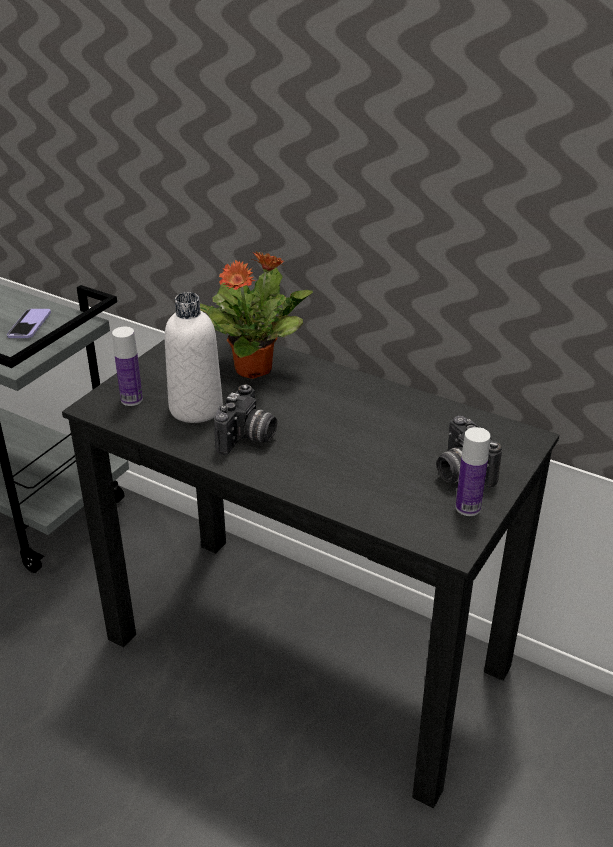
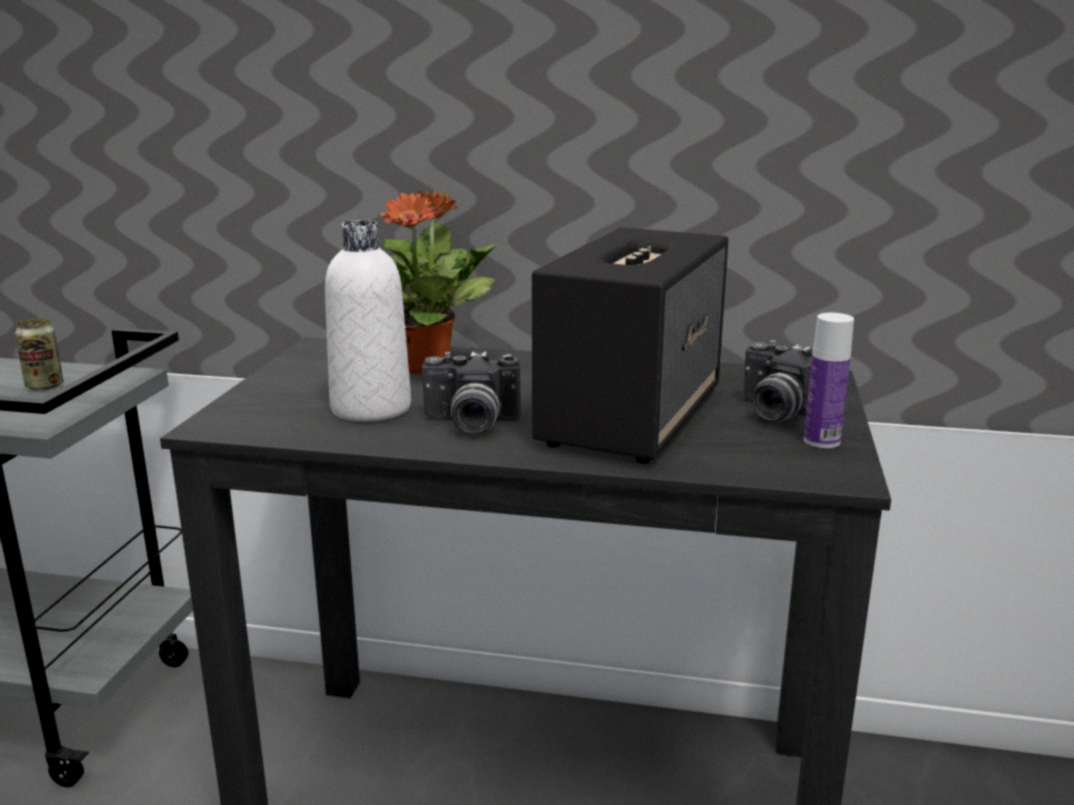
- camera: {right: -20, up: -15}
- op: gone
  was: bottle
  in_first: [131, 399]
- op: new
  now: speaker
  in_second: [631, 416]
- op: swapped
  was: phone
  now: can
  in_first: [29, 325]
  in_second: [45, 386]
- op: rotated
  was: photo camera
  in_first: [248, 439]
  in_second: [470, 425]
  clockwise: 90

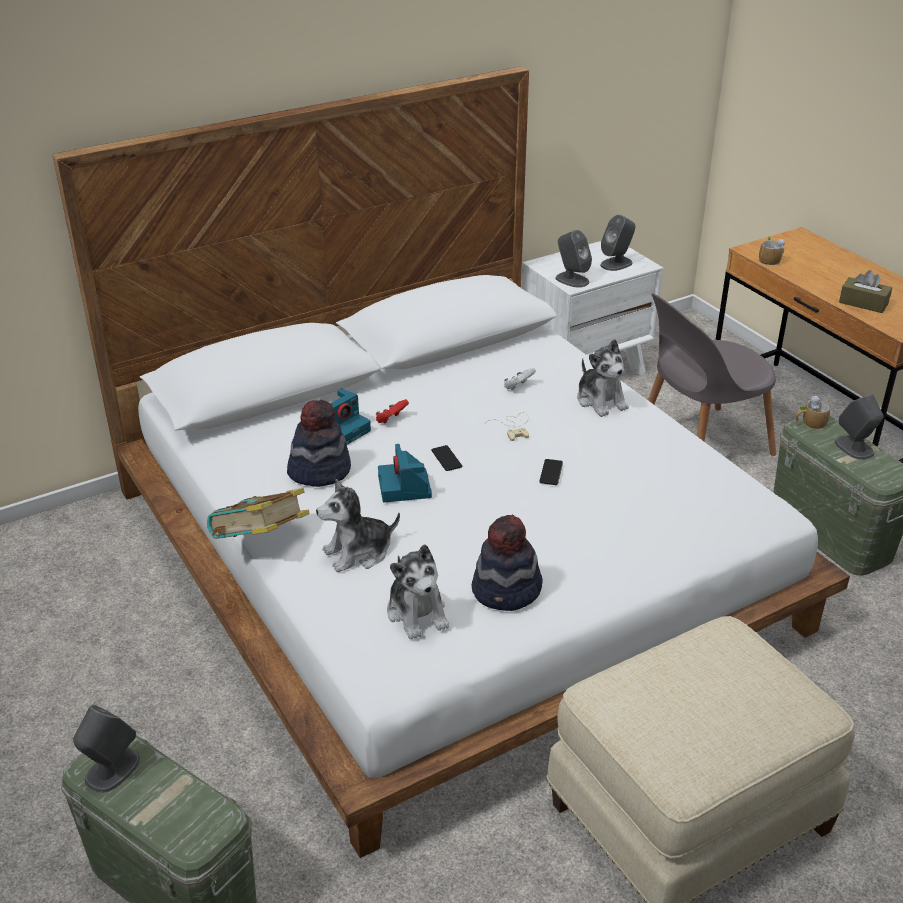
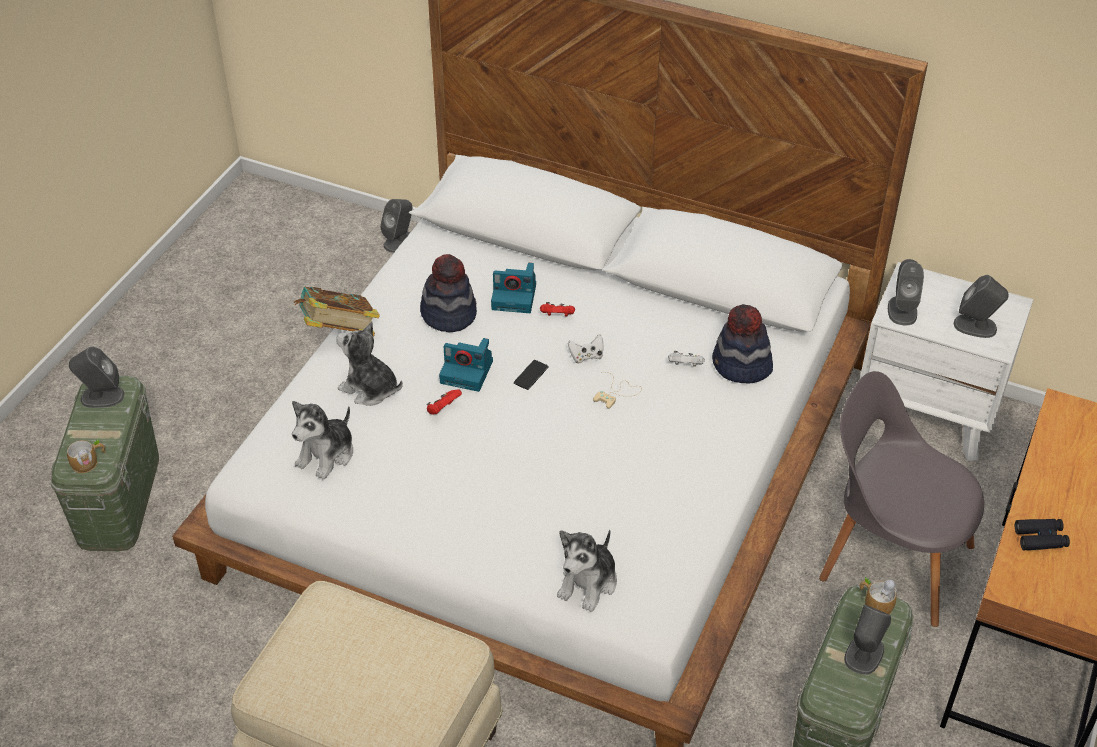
- camera: {right: 55, up: 10}
- op: gone
  was: phone
  in_first: [551, 472]
- op: new
  now: speaker (grey)
  in_second: [399, 241]
- op: new
  now: game controller (red)
  in_second: [443, 409]
- op: new
  now: game controller (white)
  in_second: [586, 356]
- op: shifted
  was: hat
  in_first: [507, 591]
  in_second: [741, 366]
- op: shifted
  was: plush toy
  in_first: [601, 401]
  in_second: [588, 583]
- op: shifted
  was: mug
  in_first: [769, 259]
  in_second: [89, 462]
- op: swapped
  was: tissue box (brown)
  now: binoculars (black)
  in_first: [863, 303]
  in_second: [1040, 538]
- op: rotated
  was: photo camera
  in_first: [405, 488]
  in_second: [468, 371]
  clockwise: -120

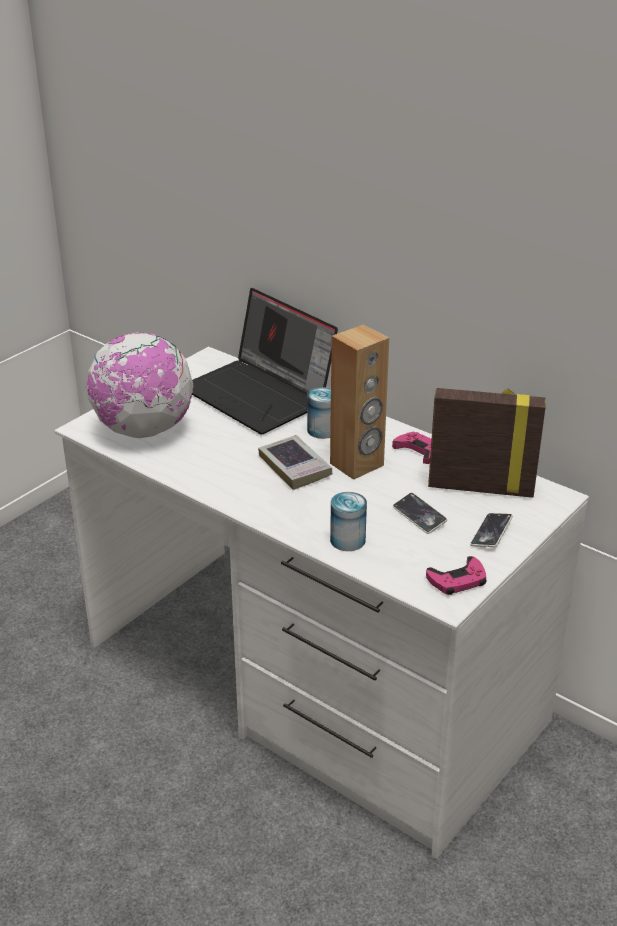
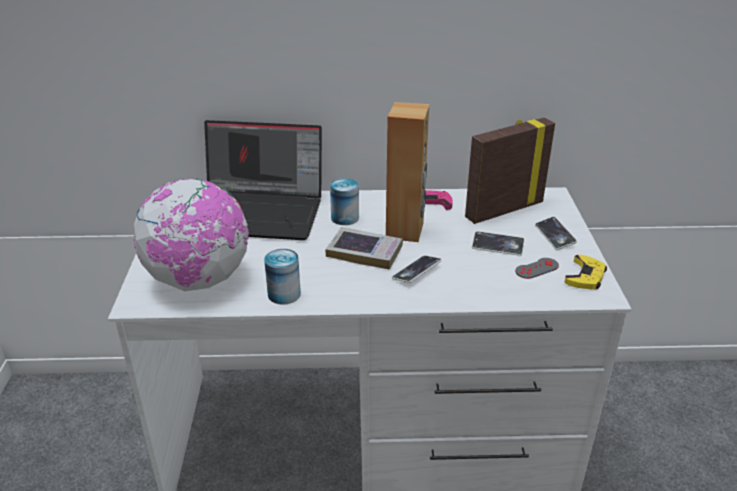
- camera: {right: -40, up: 0}
- op: new
  now: phone
  in_second: [416, 272]
- op: new
  now: game controller (grey)
  in_second: [537, 268]
- op: shifted
  was: can
  in_first: [347, 540]
  in_second: [284, 294]
- op: repainted
  was: game controller (pink)
  now: game controller (yellow)
  in_first: [457, 580]
  in_second: [585, 277]

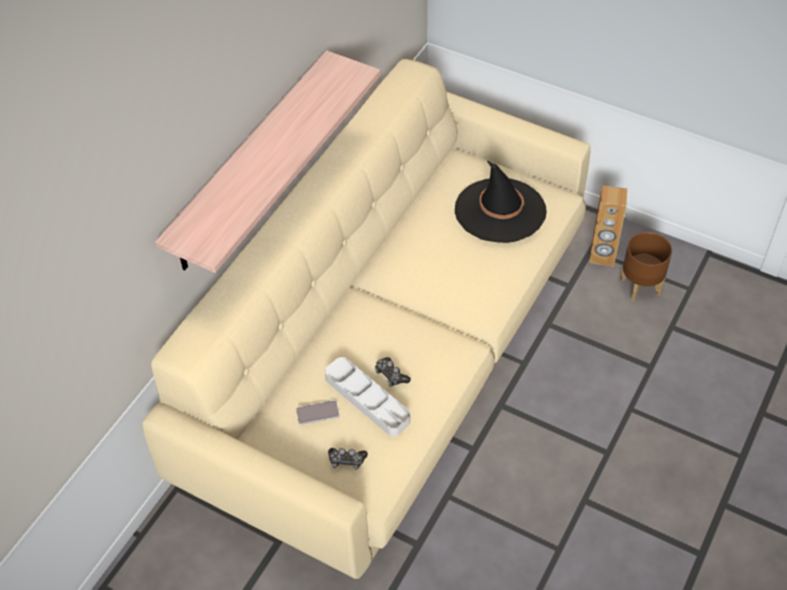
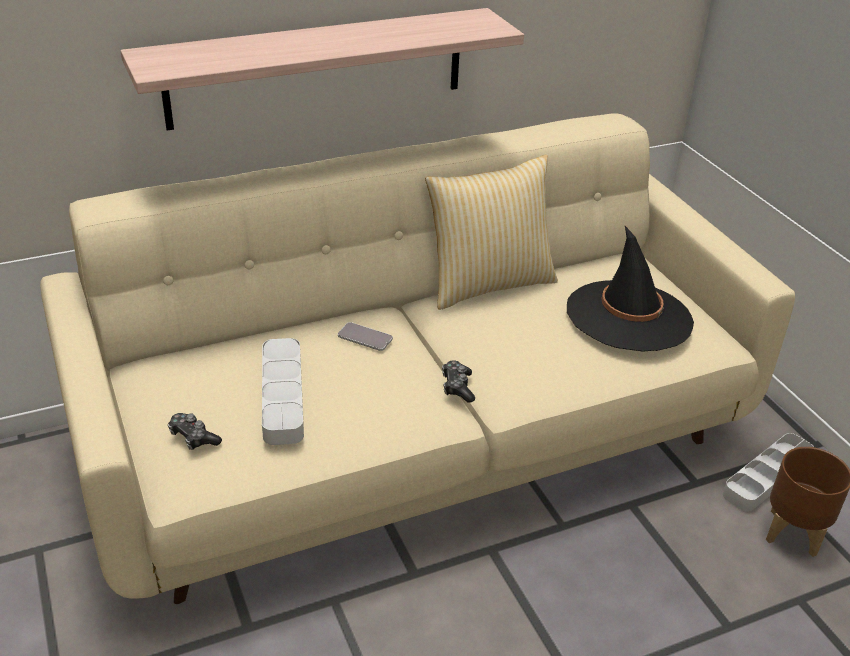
- camera: {right: 35, up: -15}
- op: new
  now: pillow
  in_second: [488, 283]
- op: shifted
  was: phone
  in_first: [317, 413]
  in_second: [365, 337]
- op: shifted
  was: game controller
  in_first: [391, 375]
  in_second: [457, 387]
- op: swapped
  was: speaker (brown)
  now: tray (grey)
  in_first: [602, 256]
  in_second: [767, 476]

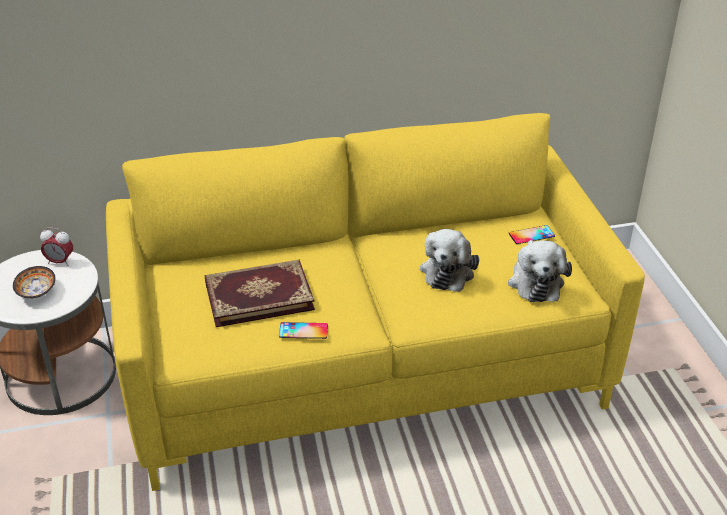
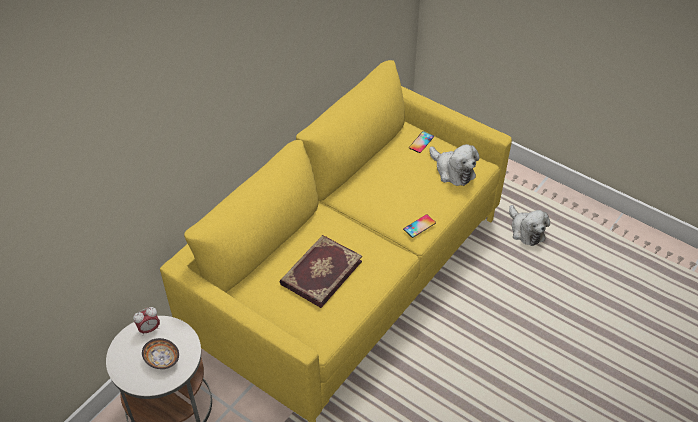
- camera: {right: -40, up: 10}
- op: shifted
  was: phone
  in_first: [303, 331]
  in_second: [419, 226]
- op: shifted
  was: plush toy
  in_first: [448, 270]
  in_second: [526, 231]

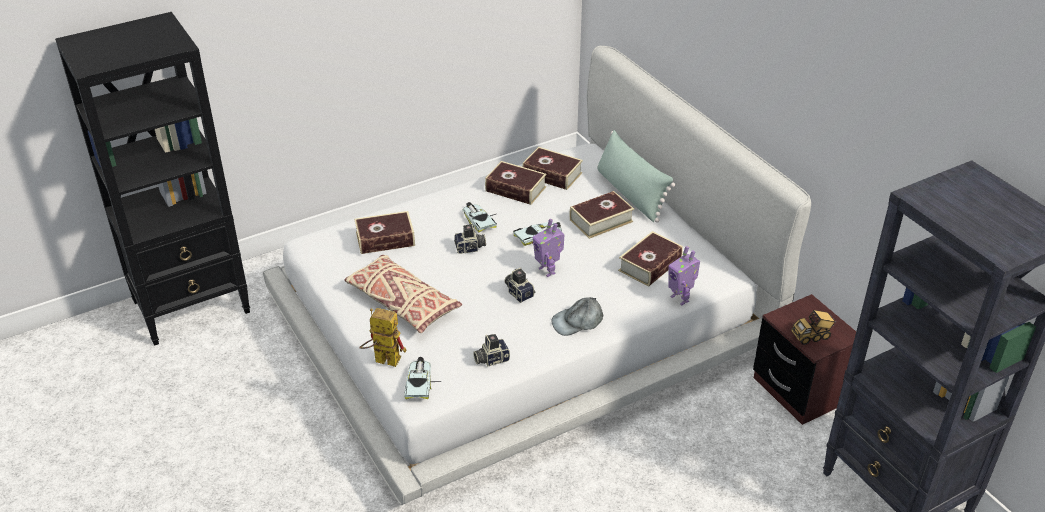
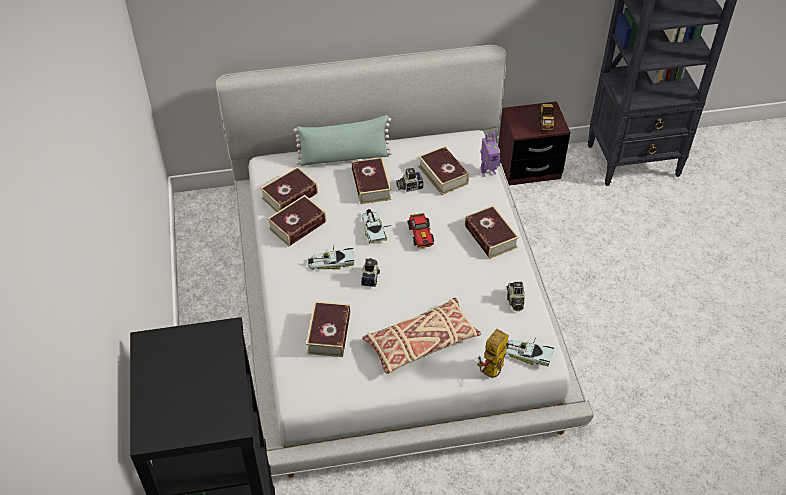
- camera: {right: -70, up: 10}
- op: shifted
  was: photo camera
  in_first: [519, 292]
  in_second: [409, 186]
- op: swapped
  was: toy robot
  now: toy car
  in_first: [548, 270]
  in_second: [421, 236]
- op: swapped
  was: cap (grey)
  now: book
  in_first: [578, 321]
  in_second: [490, 237]

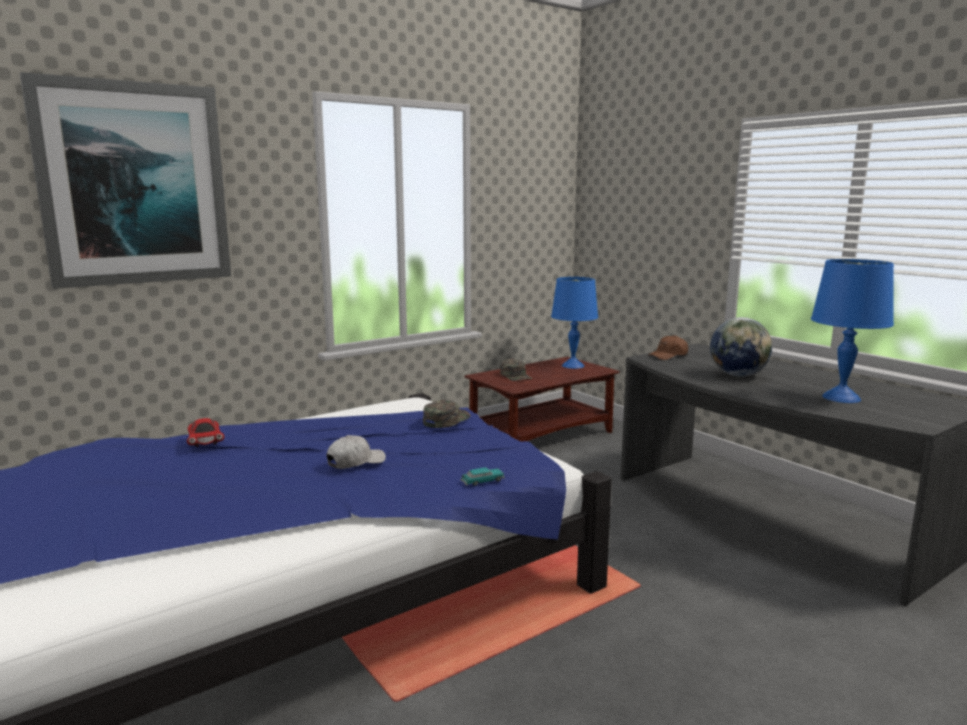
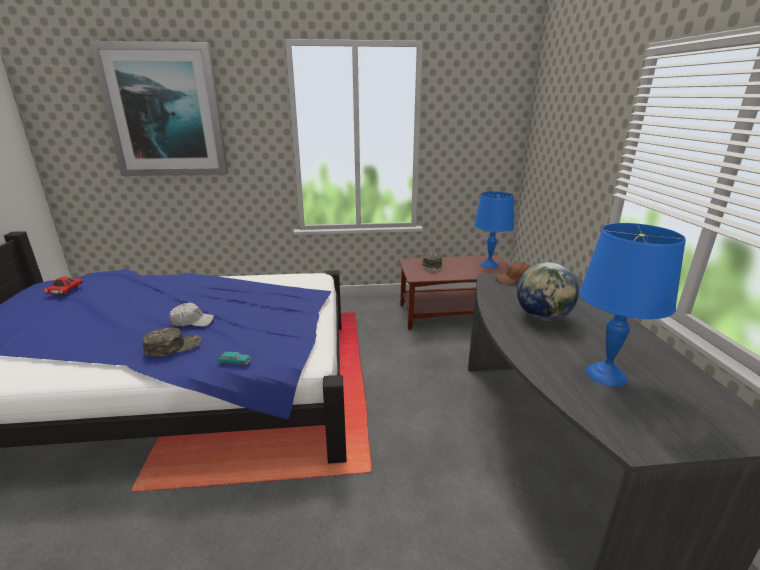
- camera: {right: 30, up: 10}
- op: shifted
  was: toy car (red)
  in_first: [205, 441]
  in_second: [65, 291]
- op: shifted
  was: cap (green)
  in_first: [446, 420]
  in_second: [173, 346]

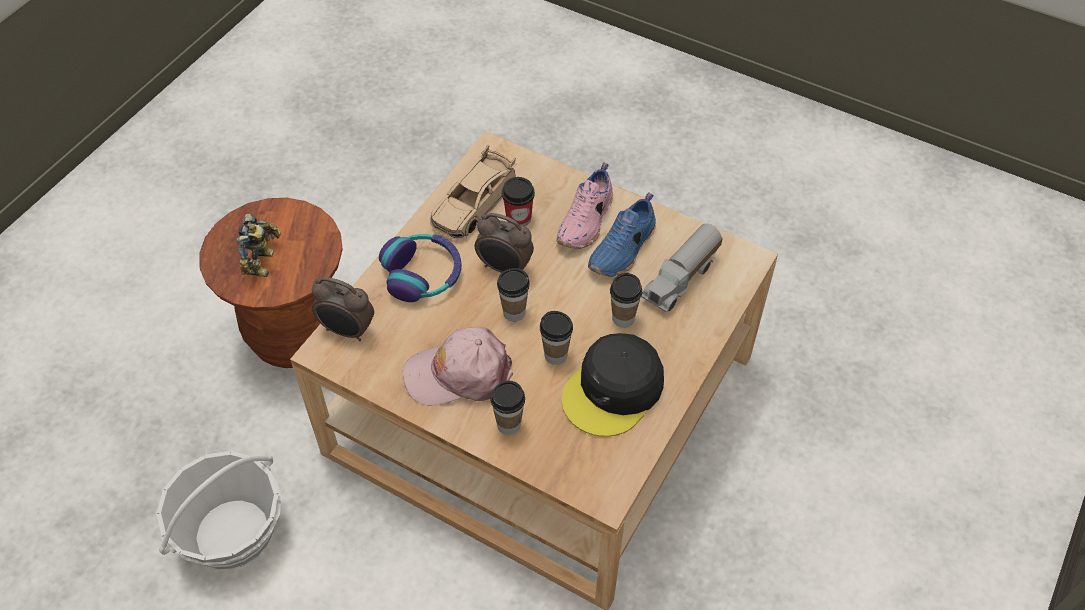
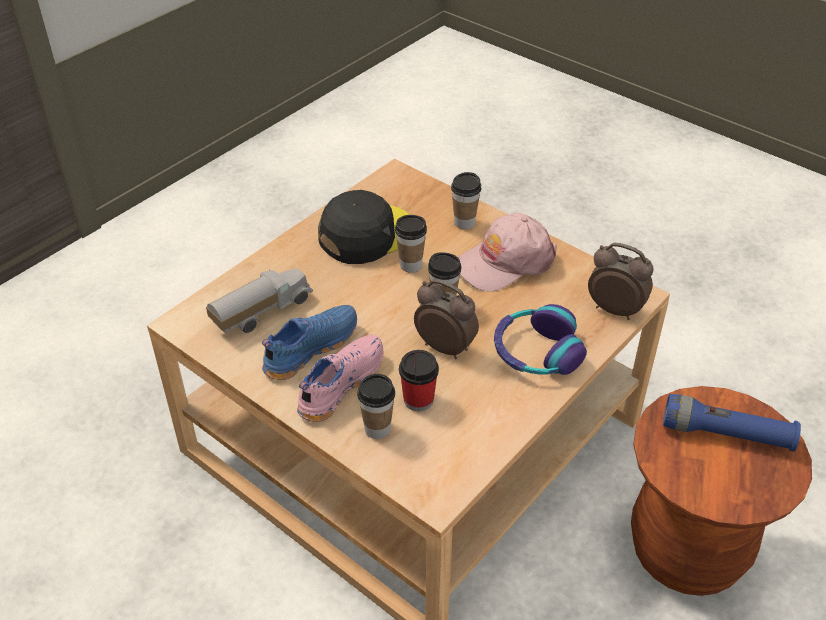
- camera: {right: -170, up: -10}
- op: gone
  was: basket
  in_first: [233, 533]
- op: gone
  was: toy car (beige)
  in_first: [474, 203]
- op: shifted
  was: cup
  in_first: [623, 318]
  in_second: [377, 429]
- op: swapped
  was: toy robot
  now: flashlight (blue)
  in_first: [263, 262]
  in_second: [726, 434]
- op: rotated
  was: cap (pink)
  in_first: [459, 373]
  in_second: [504, 262]
  clockwise: 150

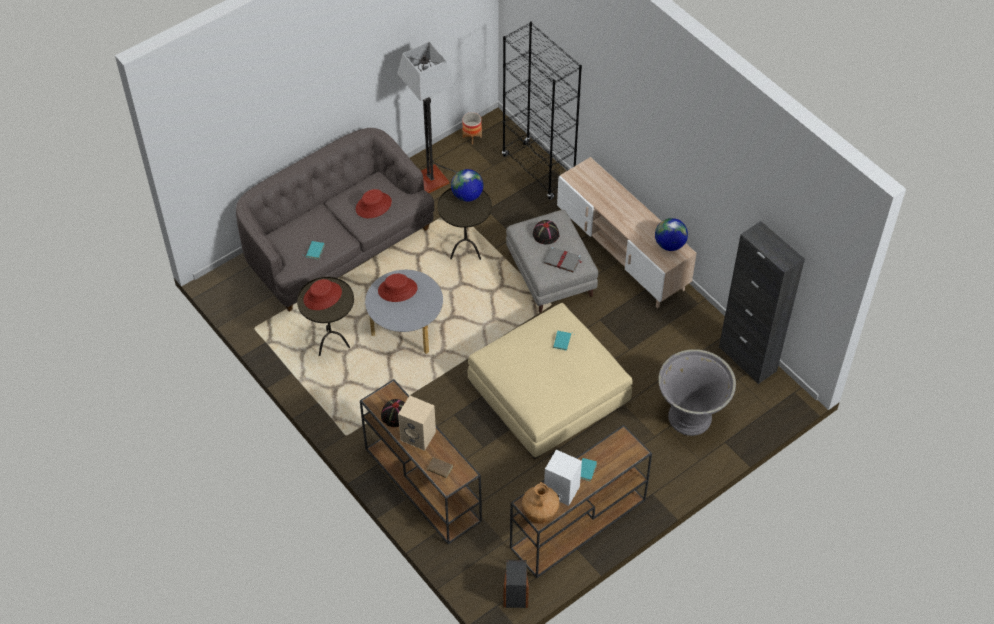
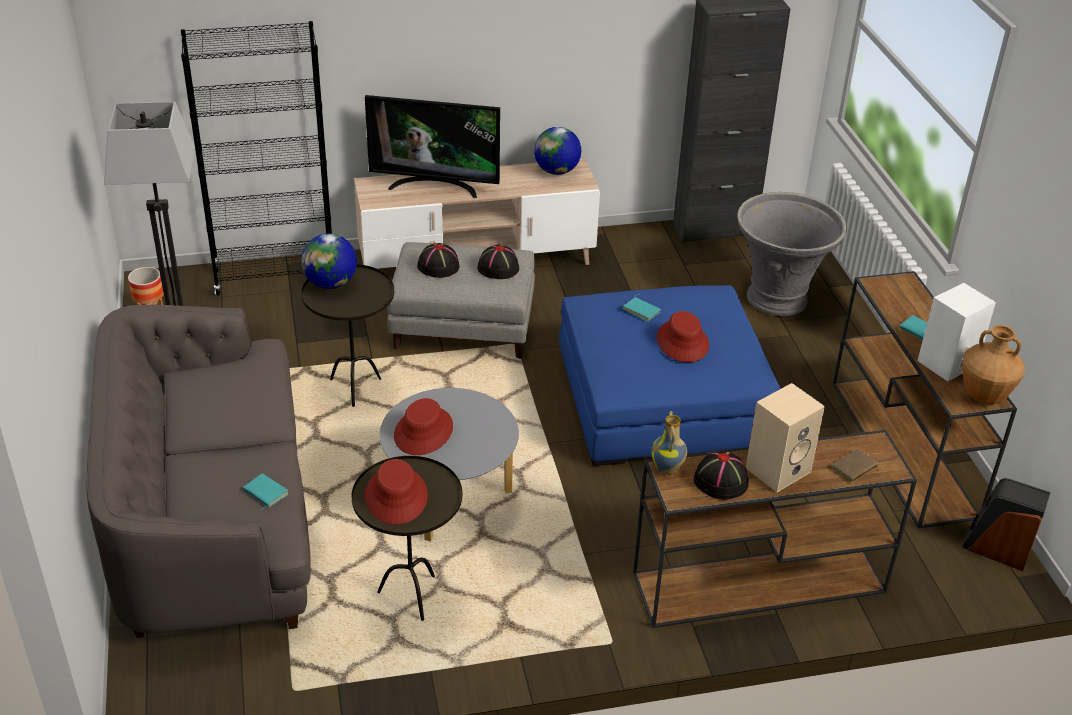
- camera: {right: -65, up: -15}
- op: new
  now: television
  in_second: [435, 185]
- op: new
  now: vase
  in_second: [668, 469]
- op: shifted
  was: hat (red)
  in_first: [373, 206]
  in_second: [683, 342]
- op: swapped
  was: book (grey)
  now: hat (black)
  in_first: [563, 261]
  in_second: [498, 268]
- op: repainted
  was: ottoman (beige)
  now: ottoman (blue)
  in_first: [549, 392]
  in_second: [663, 397]

